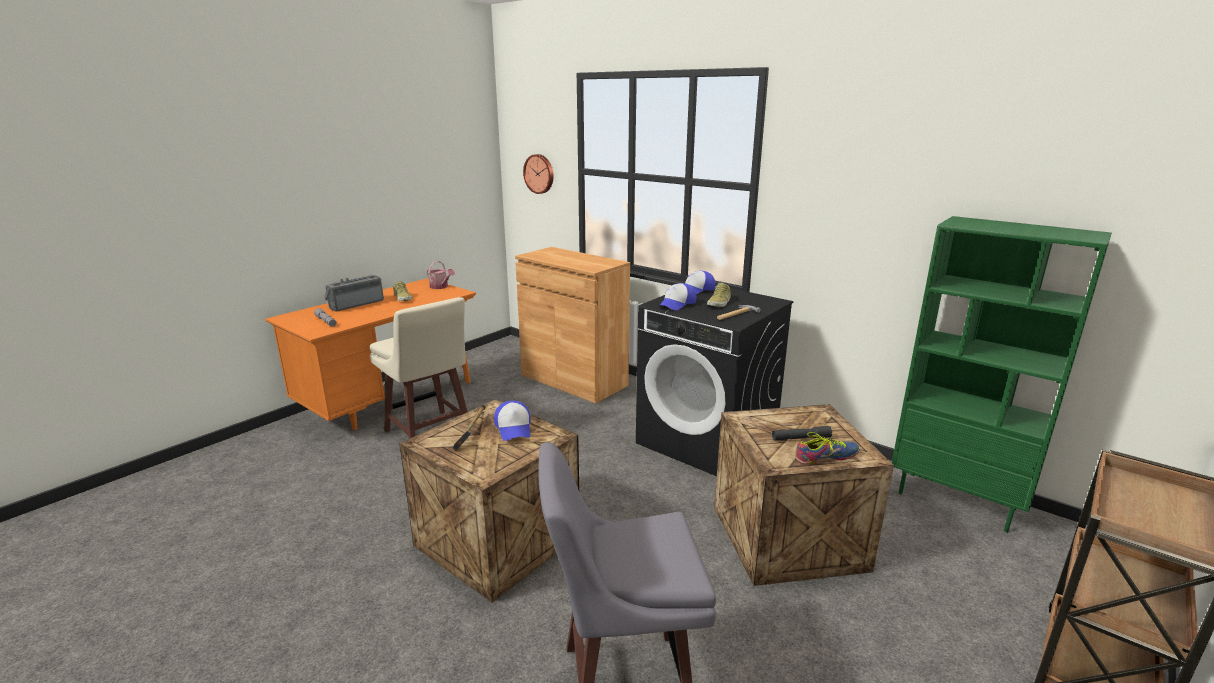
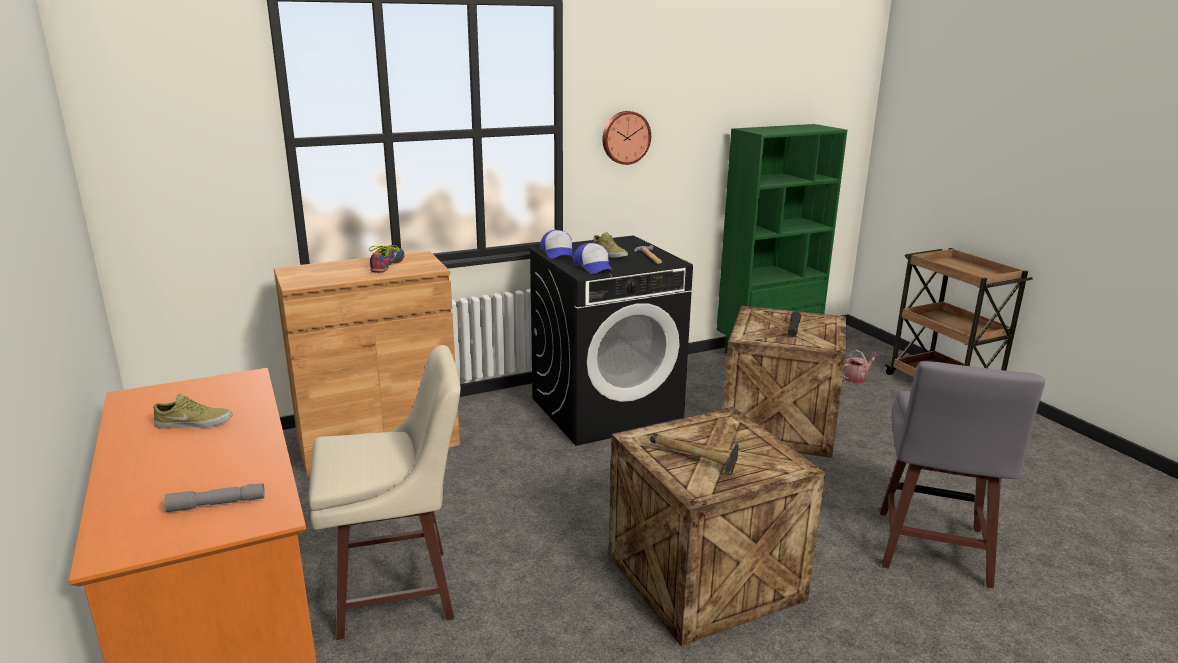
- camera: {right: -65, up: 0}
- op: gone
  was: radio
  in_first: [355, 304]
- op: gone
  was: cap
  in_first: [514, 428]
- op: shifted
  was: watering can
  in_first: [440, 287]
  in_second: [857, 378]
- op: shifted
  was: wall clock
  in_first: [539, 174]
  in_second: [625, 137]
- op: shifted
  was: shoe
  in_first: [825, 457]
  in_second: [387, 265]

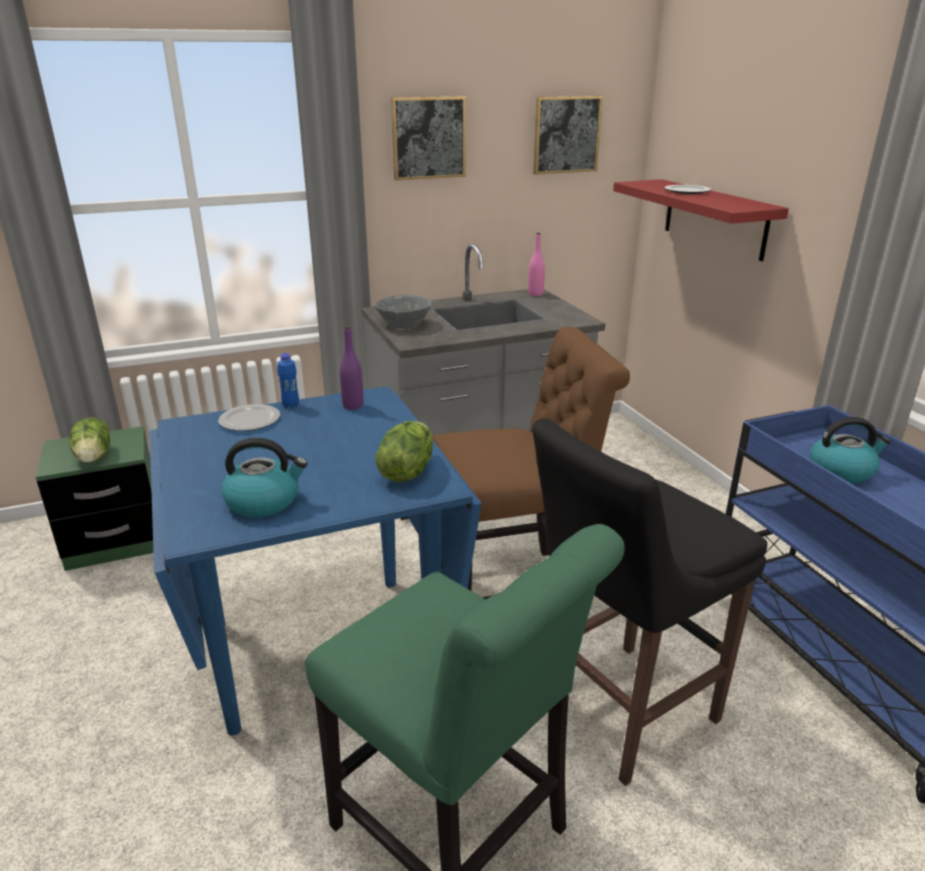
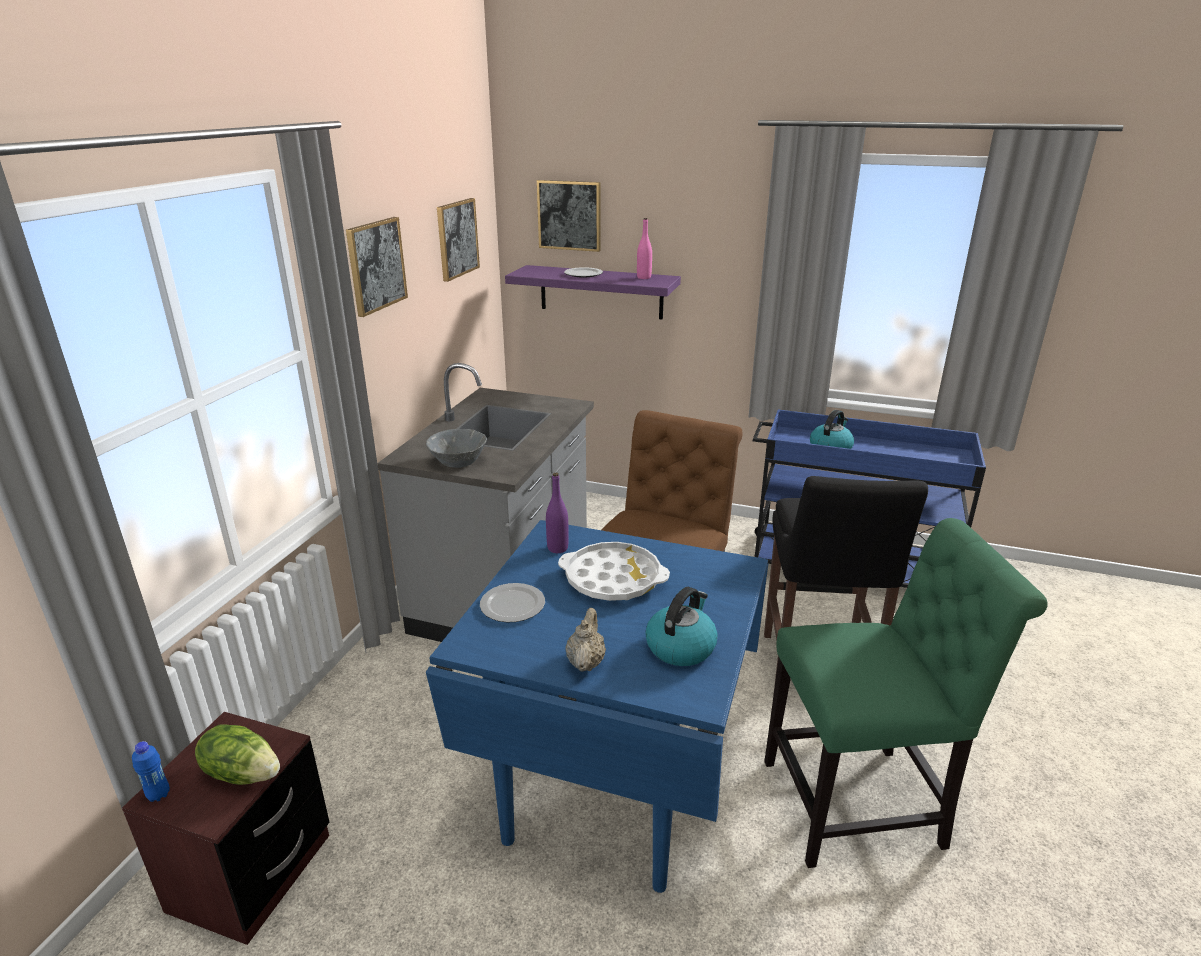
- camera: {right: -50, up: 0}
- op: gone
  was: lettuce
  in_first: [406, 471]
- op: new
  now: picture
  in_second: [569, 215]
- op: new
  now: tray (white)
  in_second: [613, 579]
- op: new
  now: teapot (beige)
  in_second: [586, 662]
- op: shifted
  was: bottle (blue)
  in_first: [290, 405]
  in_second: [158, 795]
- op: shifted
  was: bottle (pink)
  in_first: [535, 294]
  in_second: [644, 277]
- op: repainted
  was: nightstand (green)
  now: nightstand (brown)
  in_first: [116, 541]
  in_second: [251, 873]
- op: repainted
  was: shelf (red)
  now: shelf (purple)
  in_first: [714, 218]
  in_second: [601, 292]

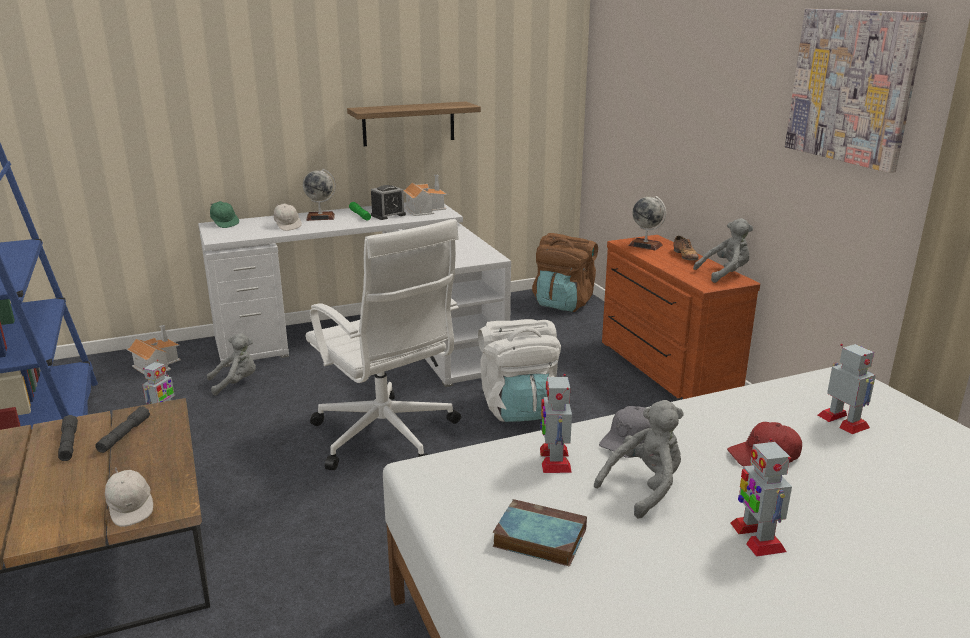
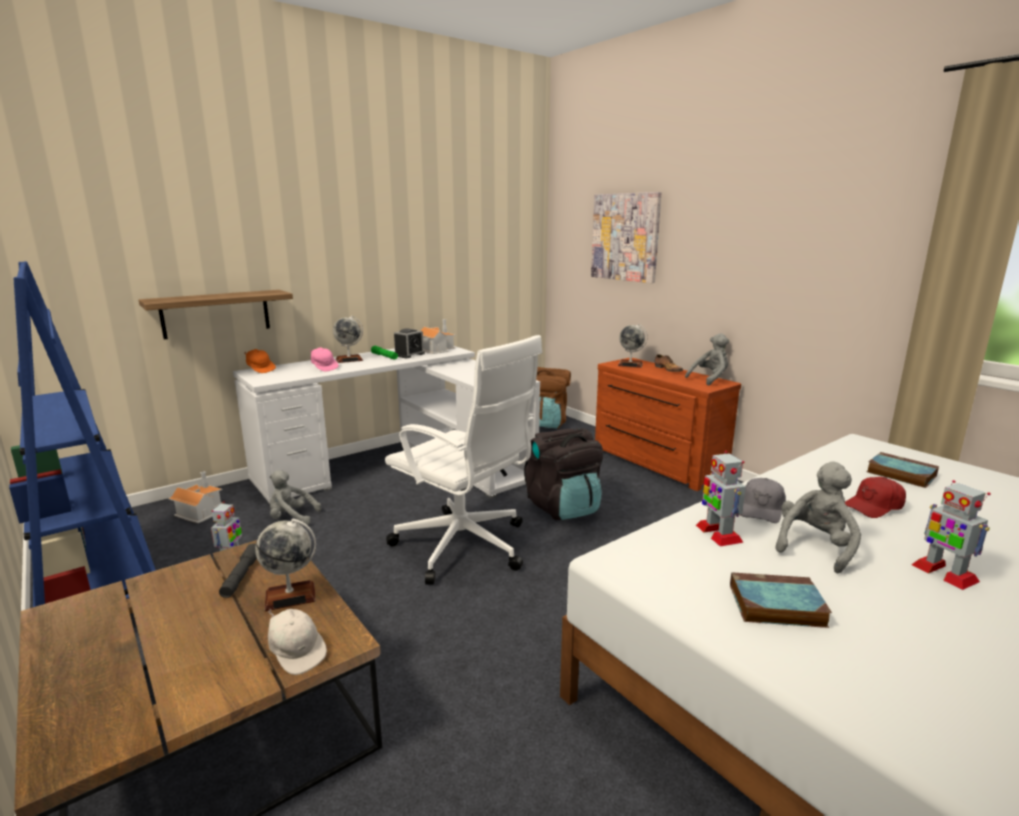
- camera: {right: -15, up: -5}
- op: gone
  was: flashlight (grey)
  in_first: [69, 443]
- op: new
  now: globe
  in_second: [290, 596]
- op: shifted
  was: shelf
  in_first: [408, 123]
  in_second: [216, 314]
- op: shifted
  was: picture
  in_first: [851, 87]
  in_second: [625, 237]
- op: swapped
  was: toy robot
  now: book
  in_first: [843, 422]
  in_second: [899, 474]
- op: repainted
  was: cap (green)
  now: cap (orange)
  in_first: [224, 223]
  in_second: [260, 369]
- op: repainted
  was: cap (white)
  now: cap (pink)
  in_first: [287, 226]
  in_second: [324, 368]
- op: repainted
  was: backpack (white)
  now: backpack (black)
  in_first: [518, 408]
  in_second: [563, 507]
- op: rotated
  was: plush toy (grey)
  in_first: [236, 383]
  in_second: [292, 518]
  clockwise: -135

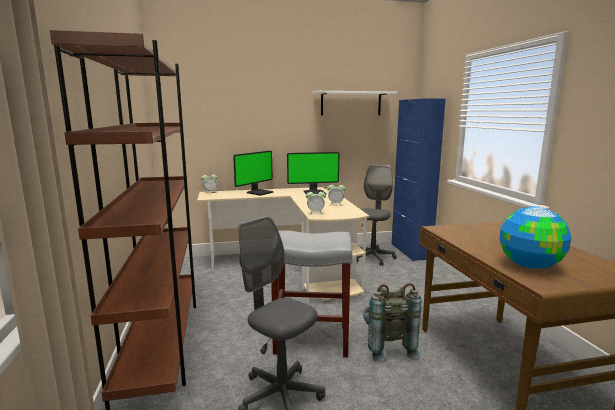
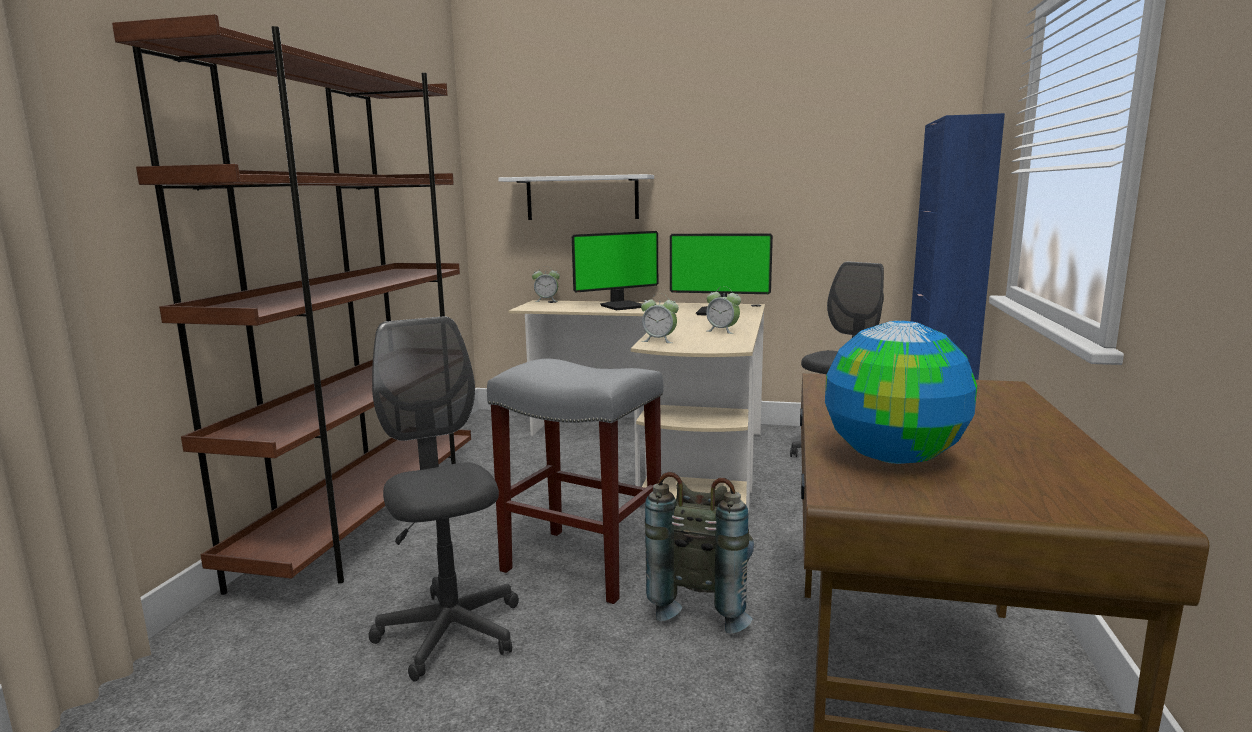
- camera: {right: 25, up: 0}
- op: shifted
  was: shelf (white)
  in_first: [351, 103]
  in_second: [582, 198]

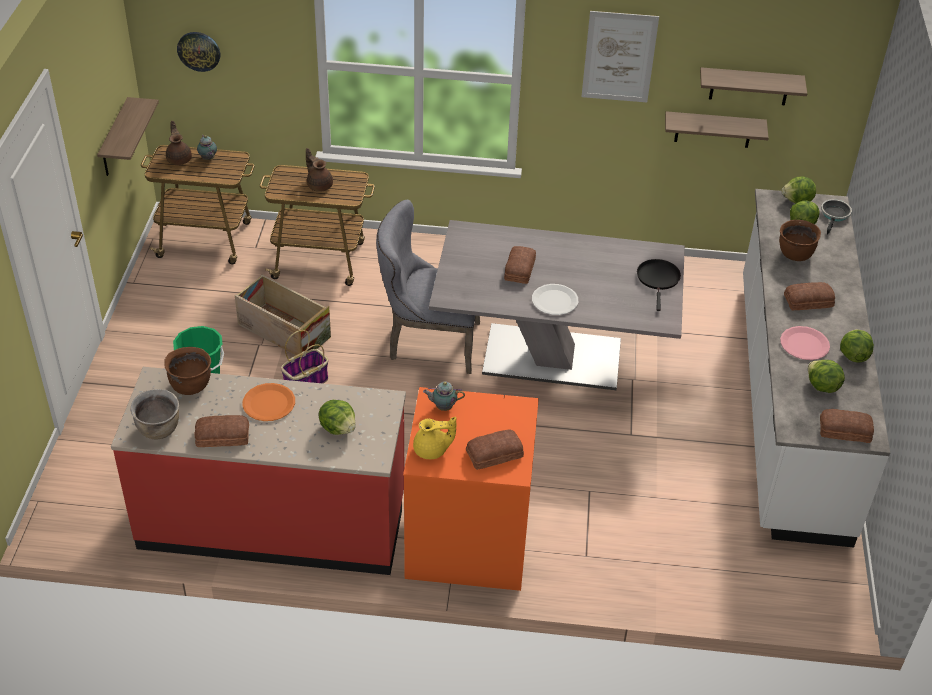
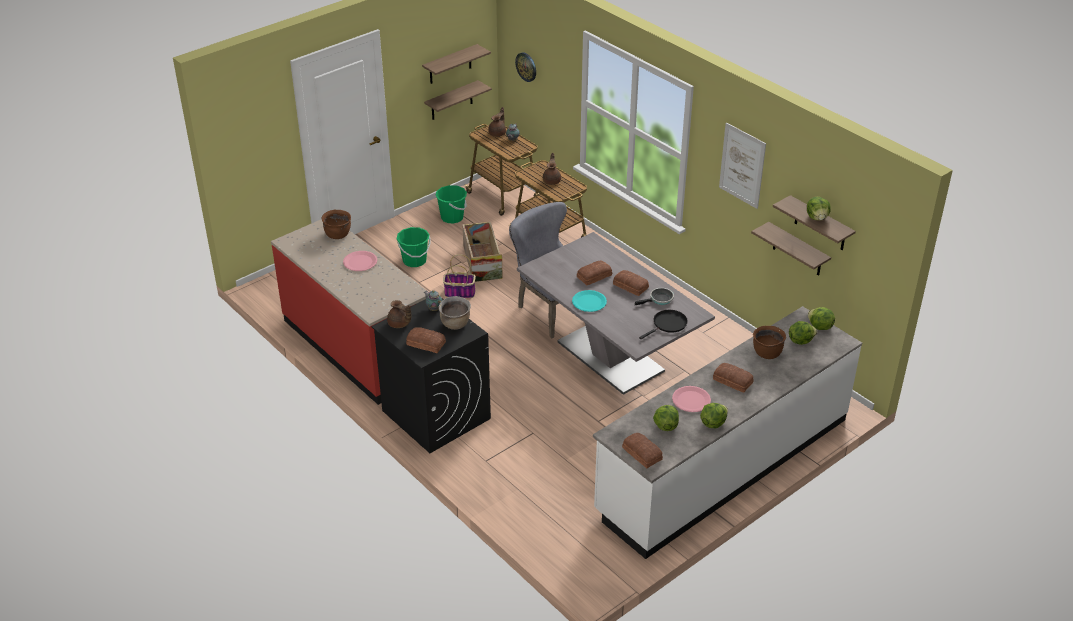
- camera: {right: 45, up: -5}
- op: new
  now: shelf
  in_second: [450, 65]
- op: new
  now: bucket (green)
  in_second: [452, 217]
- op: shifted
  was: cooking pot (brown)
  in_first: [159, 429]
  in_second: [455, 324]
- op: shifted
  was: bread
  in_first: [223, 437]
  in_second: [630, 286]
- op: shifted
  was: lettuce
  in_first: [338, 428]
  in_second: [817, 218]
- op: shifted
  was: frying pan
  in_first: [834, 215]
  in_second: [659, 299]
- op: repainted
  was: plate (orange)
  now: plate (pink)
  in_first: [269, 403]
  in_second: [360, 262]
- op: repainted
  was: washing machine (orange)
  now: washing machine (black)
  in_first: [467, 541]
  in_second: [435, 414]
- op: repainted
  was: teapot (yellow)
  now: teapot (brown)
  in_first: [432, 450]
  in_second: [399, 324]
- op: repainted
  was: plate (white)
  now: plate (turquoise)
  in_first: [555, 300]
  in_second: [589, 302]

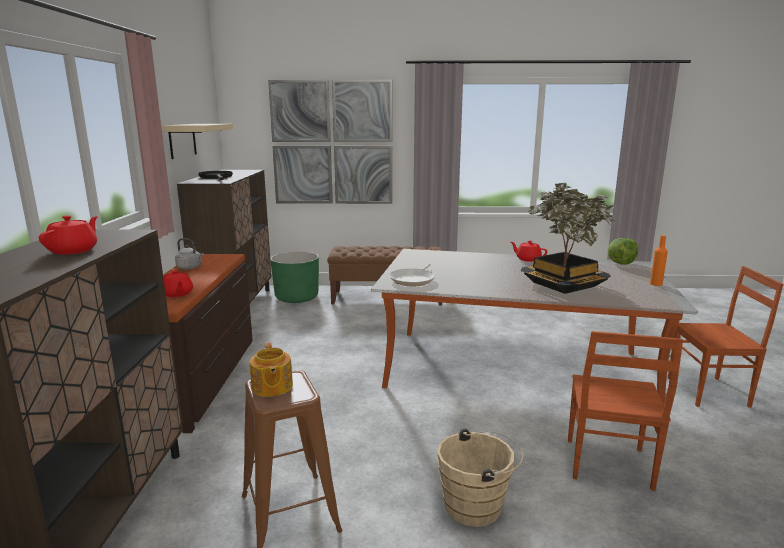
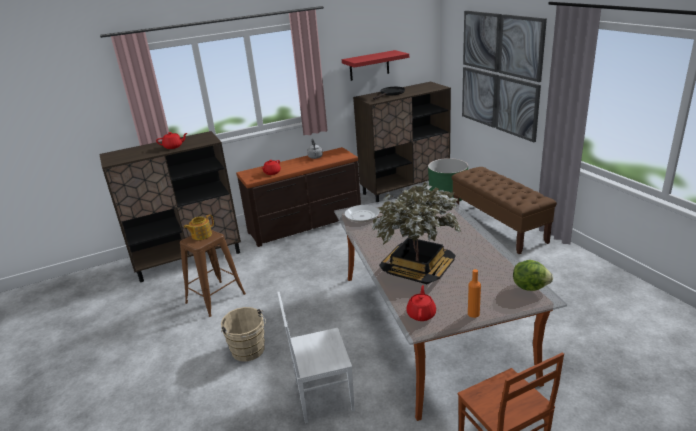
- camera: {right: 65, up: 10}
- op: shifted
  was: teapot (red)
  in_first: [527, 259]
  in_second: [421, 314]
- op: repainted
  was: shelf (beige)
  now: shelf (red)
  in_first: [182, 140]
  in_second: [369, 65]
- op: repainted
  was: chair (brown)
  now: chair (white)
  in_first: [607, 464]
  in_second: [322, 396]

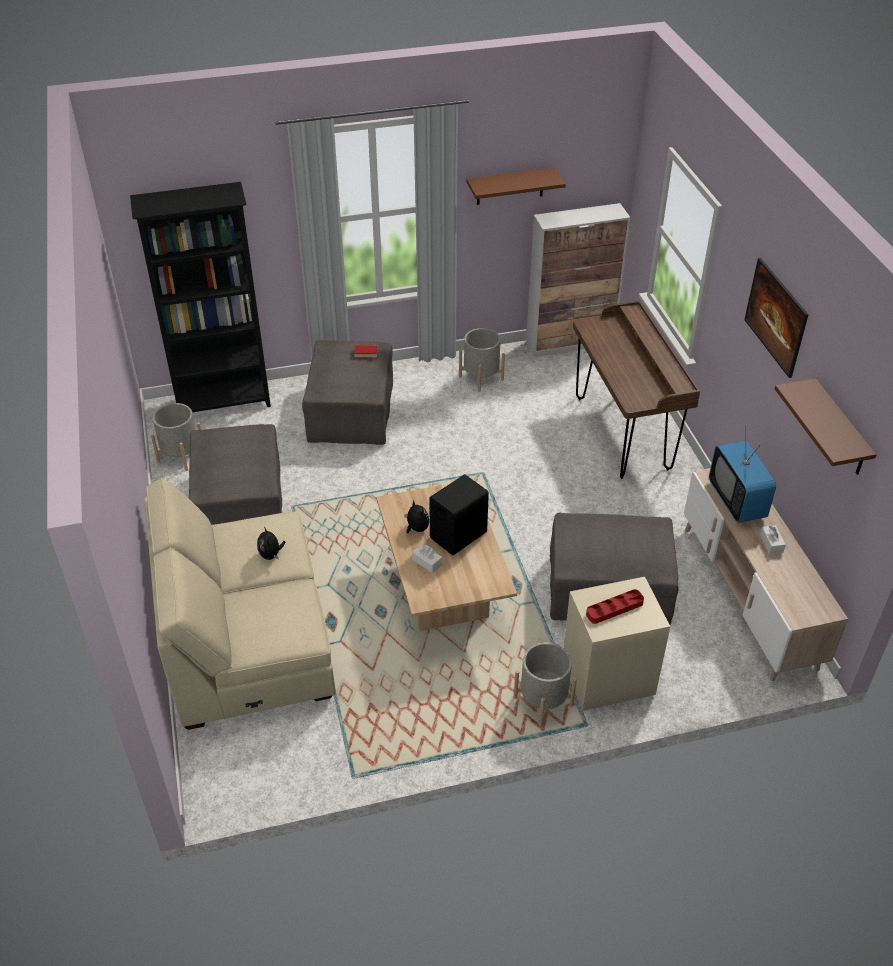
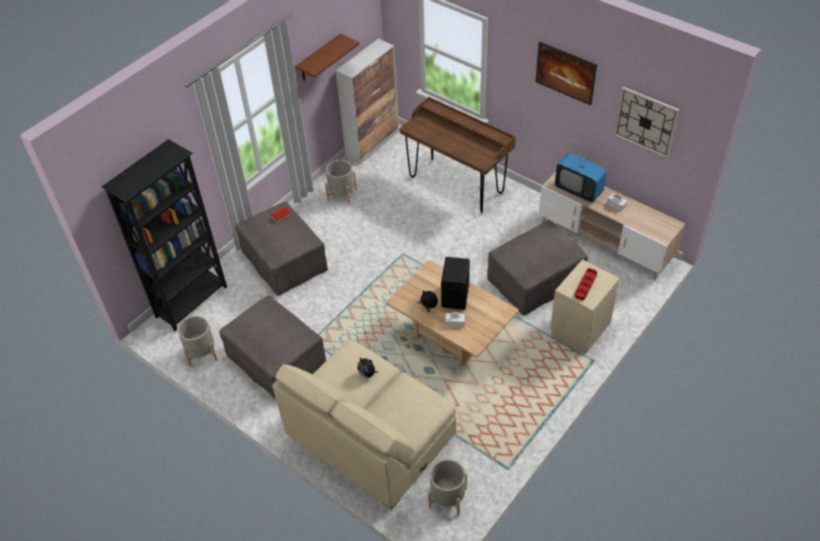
- camera: {right: -35, up: 5}
- op: shifted
  was: planter (grey)
  in_first: [543, 701]
  in_second: [447, 498]
- op: swapped
  was: shelf (brown)
  now: wall clock
  in_first: [840, 430]
  in_second: [645, 122]

